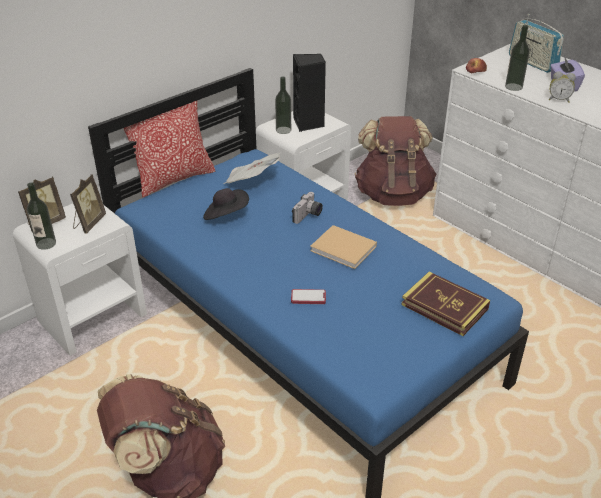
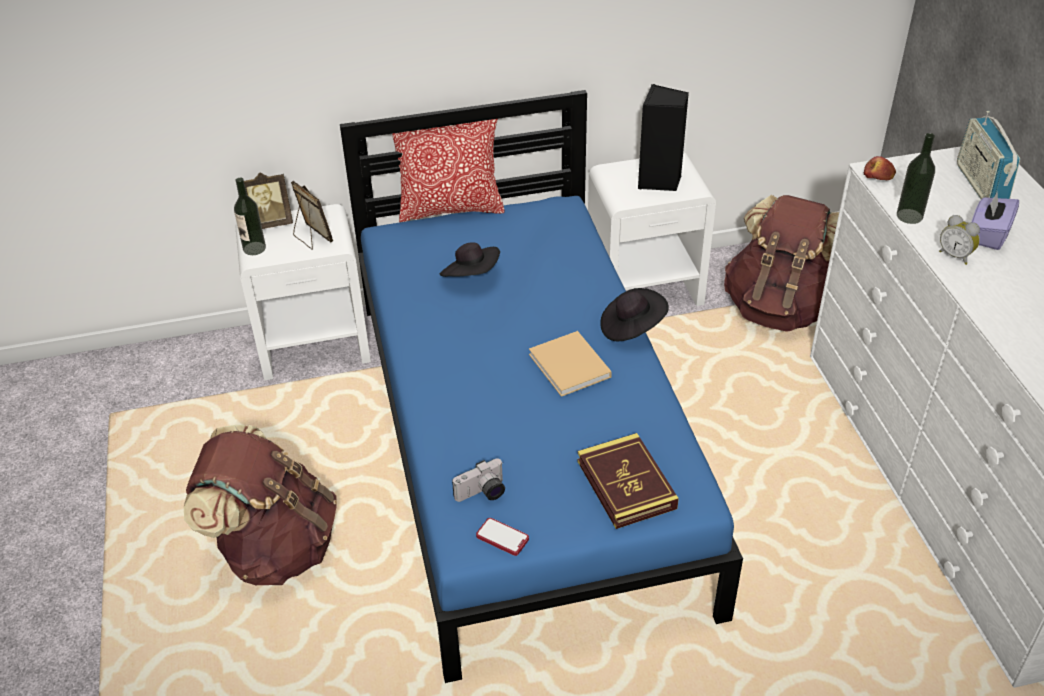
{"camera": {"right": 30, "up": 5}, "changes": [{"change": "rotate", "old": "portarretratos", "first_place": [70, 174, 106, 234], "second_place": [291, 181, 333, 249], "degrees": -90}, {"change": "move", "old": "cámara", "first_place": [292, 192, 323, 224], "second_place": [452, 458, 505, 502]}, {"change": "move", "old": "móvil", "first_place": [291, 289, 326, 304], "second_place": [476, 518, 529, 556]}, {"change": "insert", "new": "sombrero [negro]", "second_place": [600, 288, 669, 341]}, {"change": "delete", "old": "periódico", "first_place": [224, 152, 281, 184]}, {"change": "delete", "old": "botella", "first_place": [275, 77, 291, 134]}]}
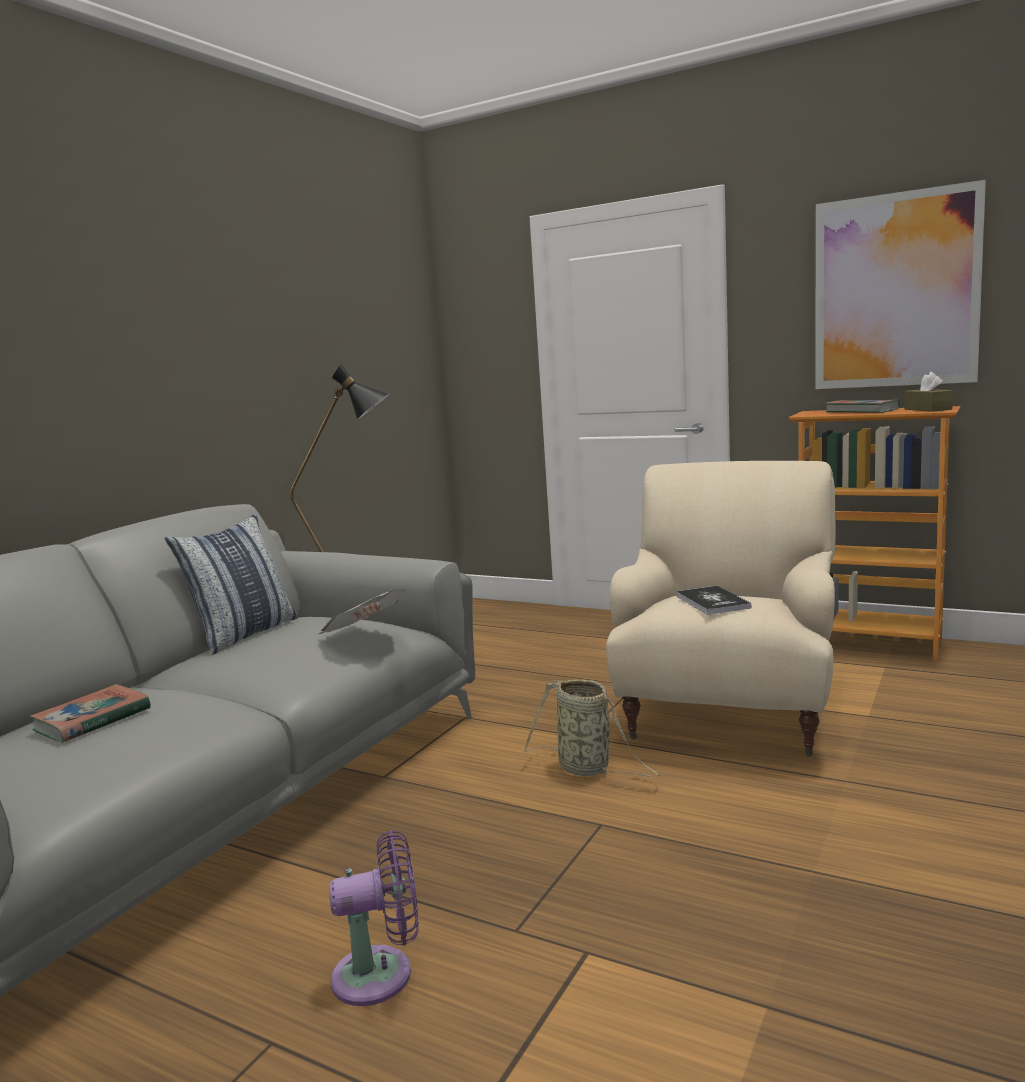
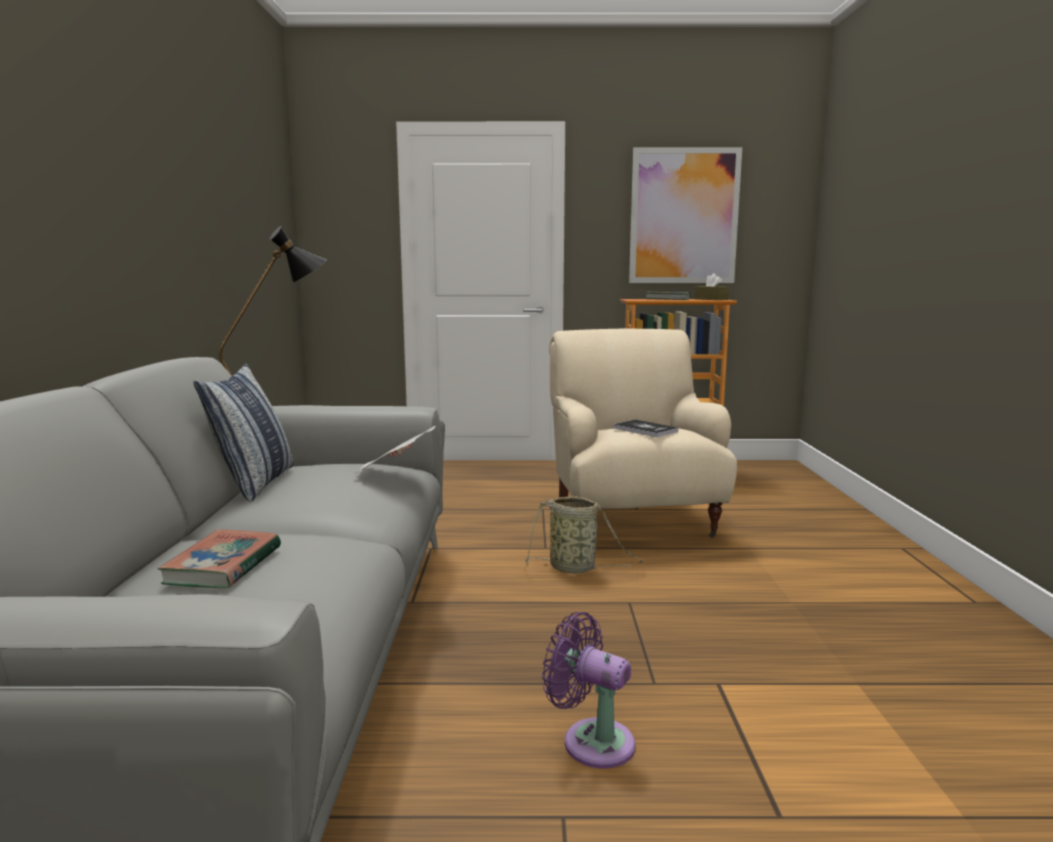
{"camera": {"right": -30, "up": 0}, "changes": [{"change": "rotate", "old": "ventilador [morado]", "first_place": [329, 830, 419, 1006], "second_place": [542, 612, 635, 768], "degrees": -105}]}
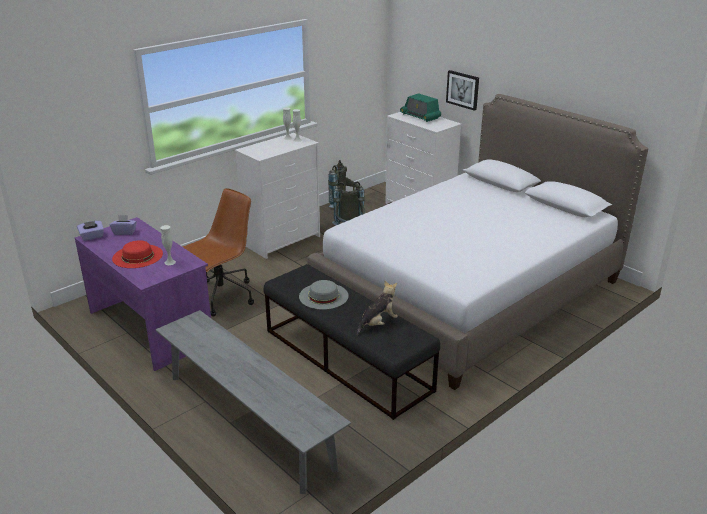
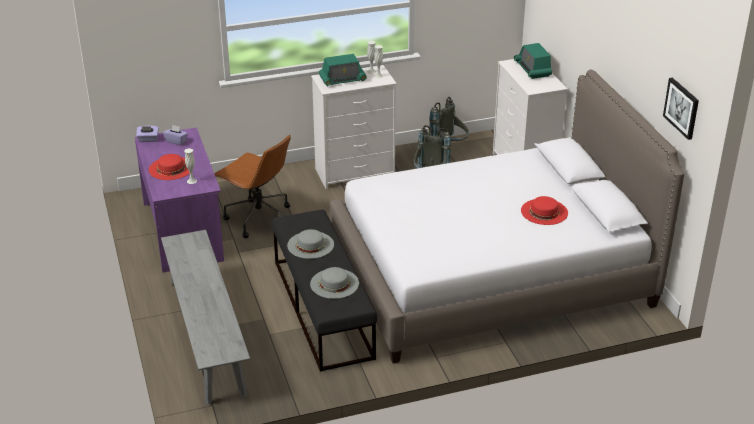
{"camera": {"right": 25, "up": 5}, "changes": [{"change": "rotate", "old": "silla de oficina [marrón]", "first_place": [183, 188, 254, 317], "second_place": [214, 135, 291, 238], "degrees": 60}, {"change": "replace", "old": "peluche", "new": "sombrero [gris]", "first_place": [357, 281, 398, 335], "second_place": [310, 267, 359, 299]}, {"change": "insert", "new": "radio", "second_place": [319, 54, 367, 86]}, {"change": "insert", "new": "sombrero [rojo]", "second_place": [521, 196, 568, 225]}, {"change": "move", "old": "cuadro", "first_place": [446, 70, 479, 111], "second_place": [663, 78, 699, 140]}]}
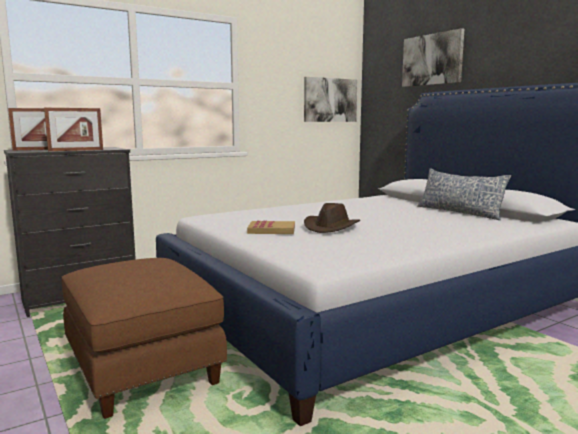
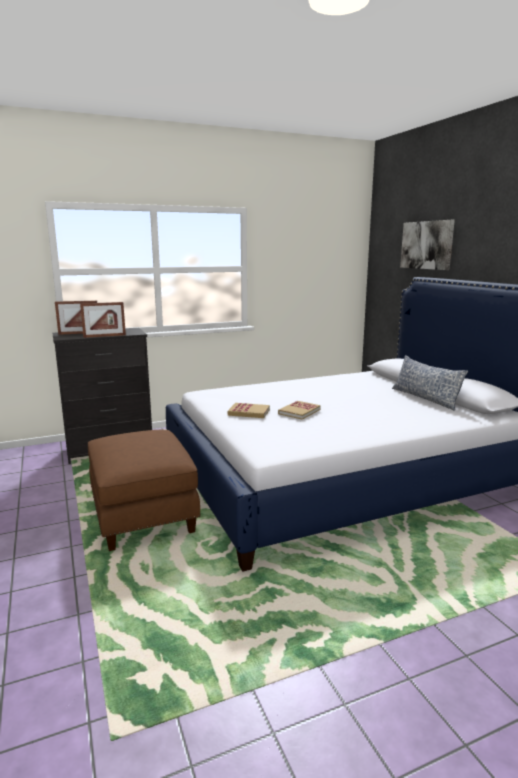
{"camera": {"right": 10, "up": 5}, "changes": [{"change": "replace", "old": "sombrero [marrón]", "new": "libro", "first_place": [304, 203, 360, 233], "second_place": [278, 401, 321, 420]}, {"change": "delete", "old": "cuadro", "first_place": [304, 77, 357, 122]}]}
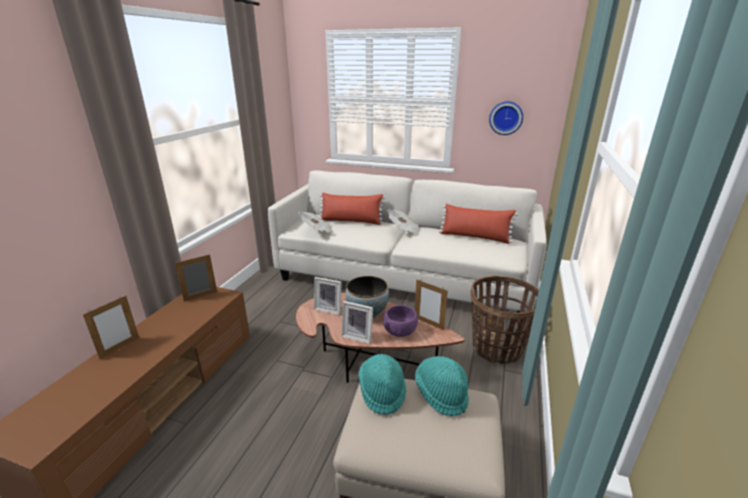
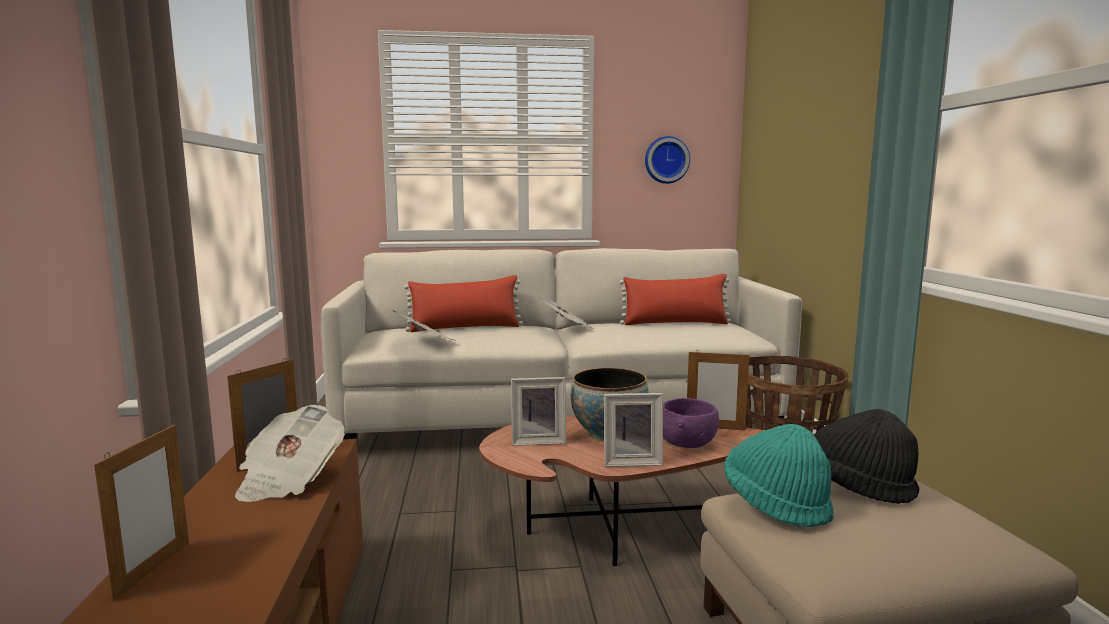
{"camera": {"right": -25, "up": -15}, "changes": [{"change": "insert", "new": "periódico", "second_place": [235, 405, 345, 502]}, {"change": "recolor", "old": "sombrero [turquesa]", "new": "sombrero [negro]", "first_place": [415, 356, 469, 416], "second_place": [814, 409, 919, 504]}]}
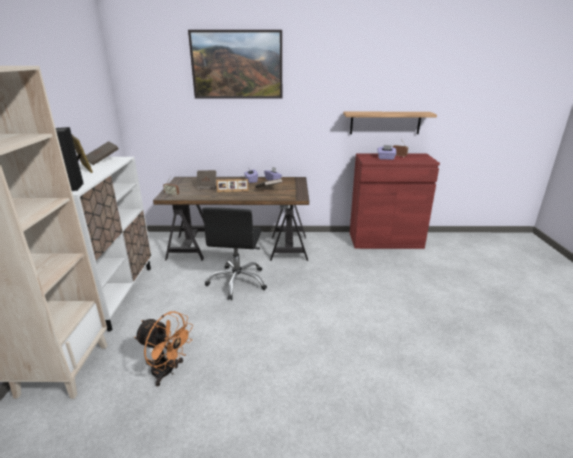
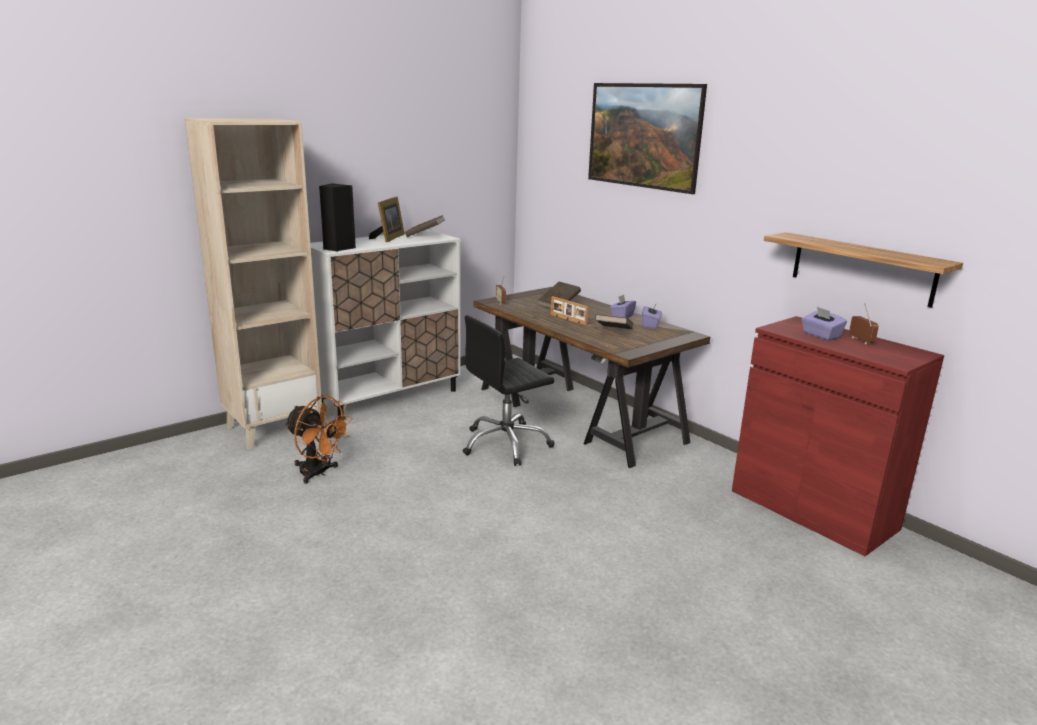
{"camera": {"right": 50, "up": -5}, "changes": [{"change": "rotate", "old": "ventilador [naranja]", "first_place": [134, 311, 193, 386], "second_place": [285, 396, 353, 484], "degrees": -45}]}
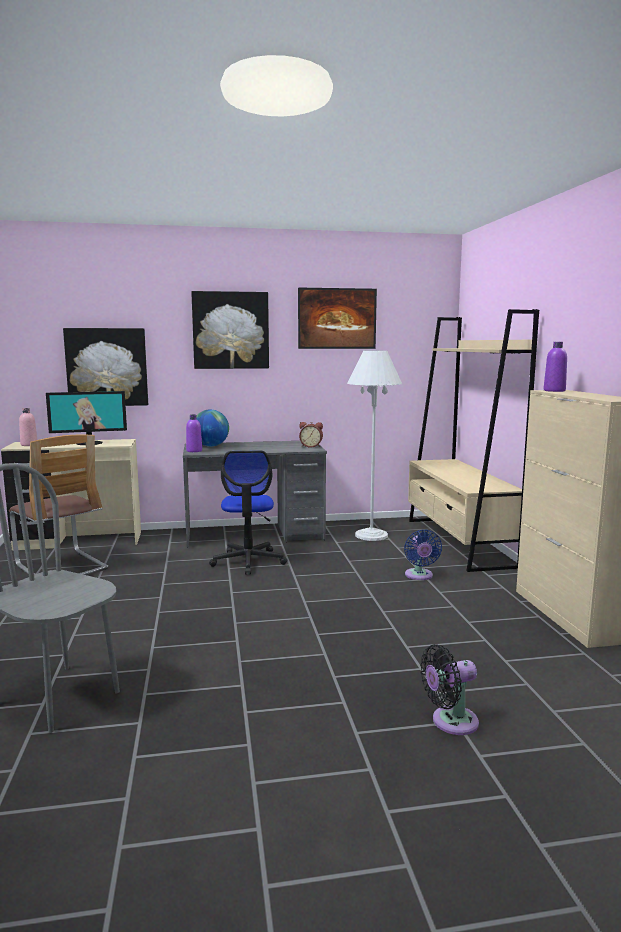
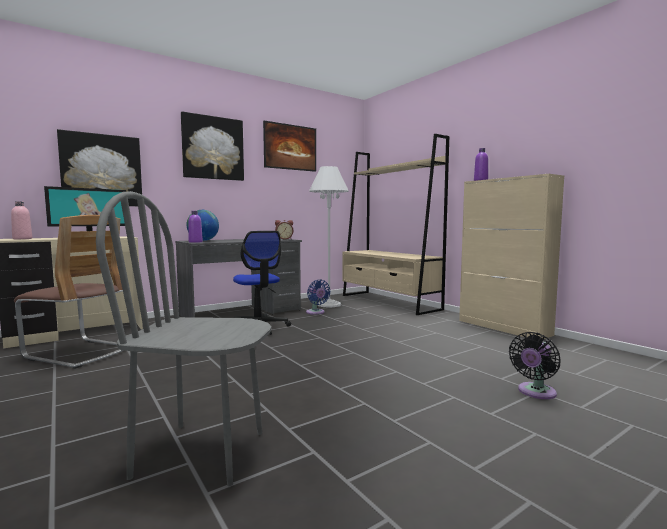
{"camera": {"right": -25, "up": -5}, "changes": [{"change": "move", "old": "ventilador [azul]", "first_place": [404, 529, 442, 580], "second_place": [306, 279, 331, 315]}]}
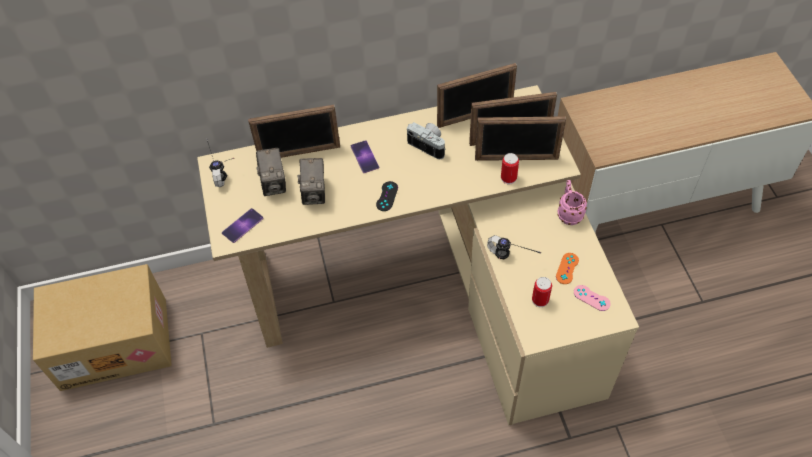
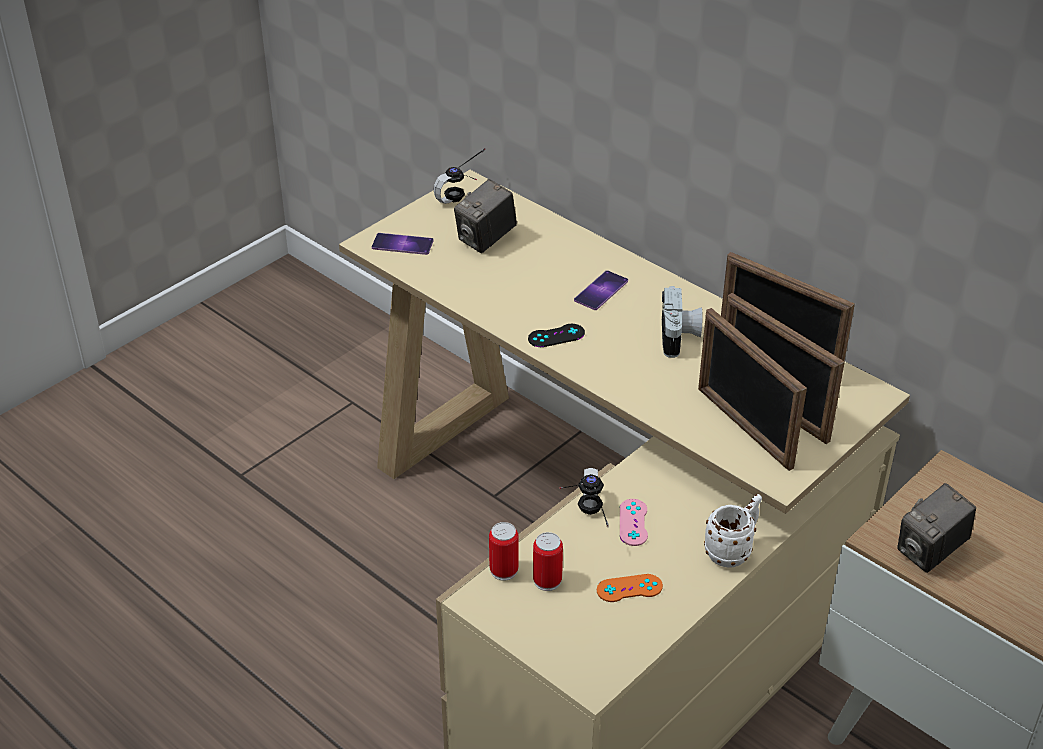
{"camera": {"right": 55, "up": -15}, "changes": [{"change": "move", "old": "lata", "first_place": [501, 153, 519, 184], "second_place": [489, 522, 519, 581]}, {"change": "move", "old": "mando de consola [rosa]", "first_place": [574, 285, 611, 311], "second_place": [620, 499, 648, 546]}, {"change": "recolor", "old": "taza grande [rosa]", "new": "taza grande [blanco]", "first_place": [557, 180, 587, 225], "second_place": [704, 494, 762, 567]}, {"change": "move", "old": "cámara", "first_place": [298, 158, 325, 205], "second_place": [897, 483, 976, 573]}, {"change": "delete", "old": "caja de cartón", "first_place": [33, 264, 172, 391]}, {"change": "delete", "old": "portarretratos", "first_place": [248, 105, 340, 158]}]}
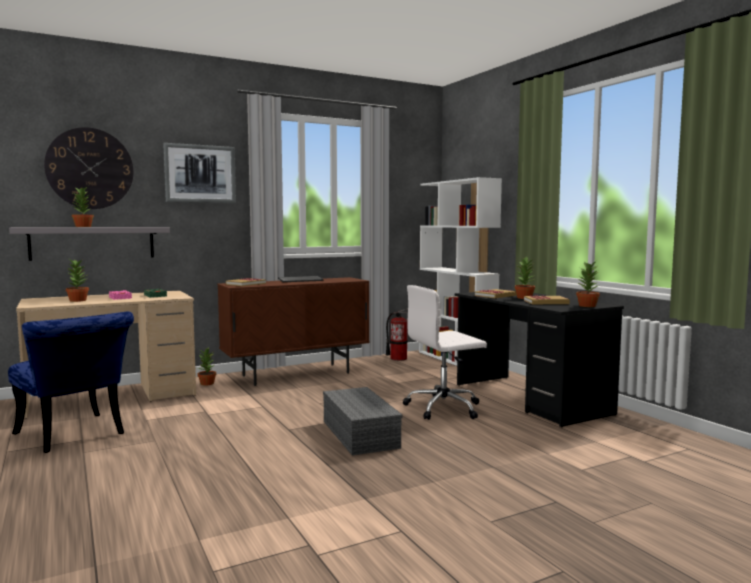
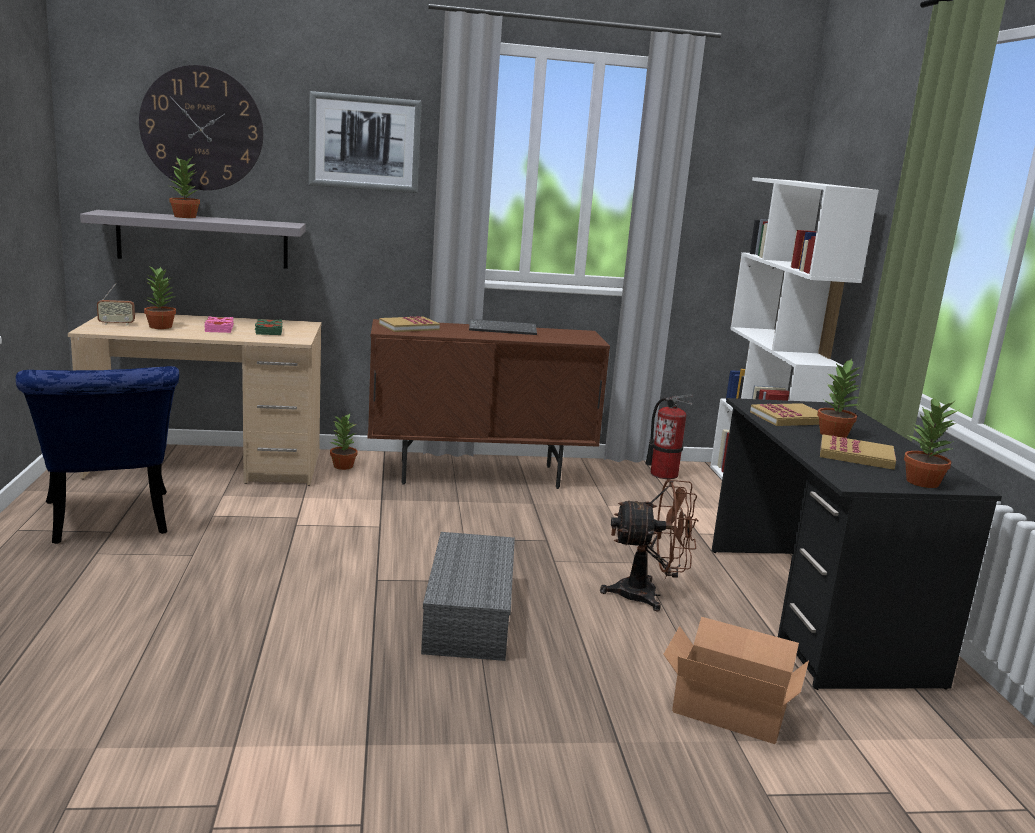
{"camera": {"right": 20, "up": 10}, "changes": [{"change": "insert", "new": "radio", "second_place": [97, 283, 135, 325]}, {"change": "replace", "old": "silla de oficina [blanco]", "new": "ventilador [marrón]", "first_place": [403, 285, 487, 420], "second_place": [600, 479, 699, 611]}, {"change": "insert", "new": "caja de cartón", "second_place": [663, 617, 809, 744]}]}
